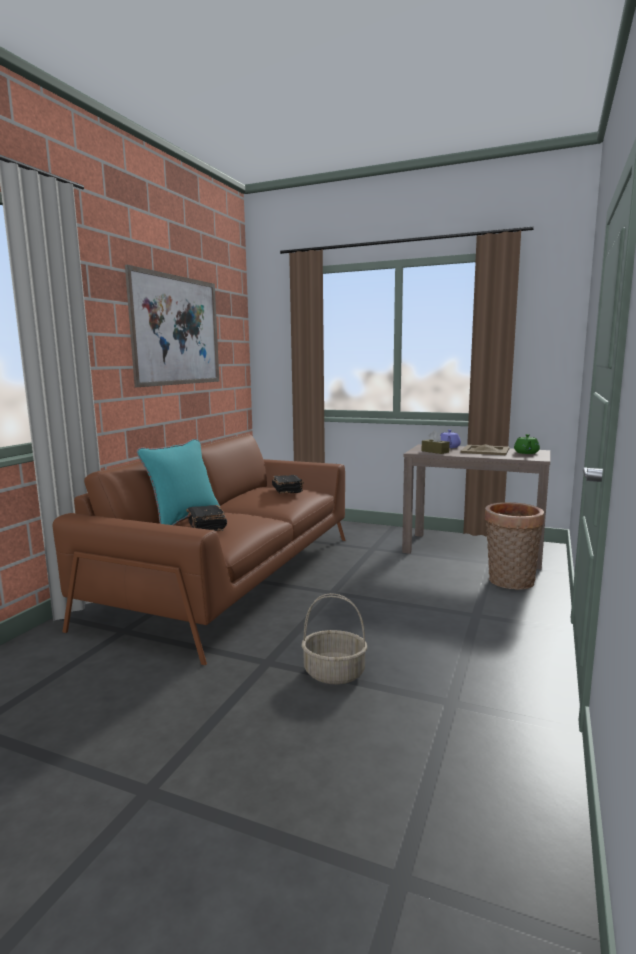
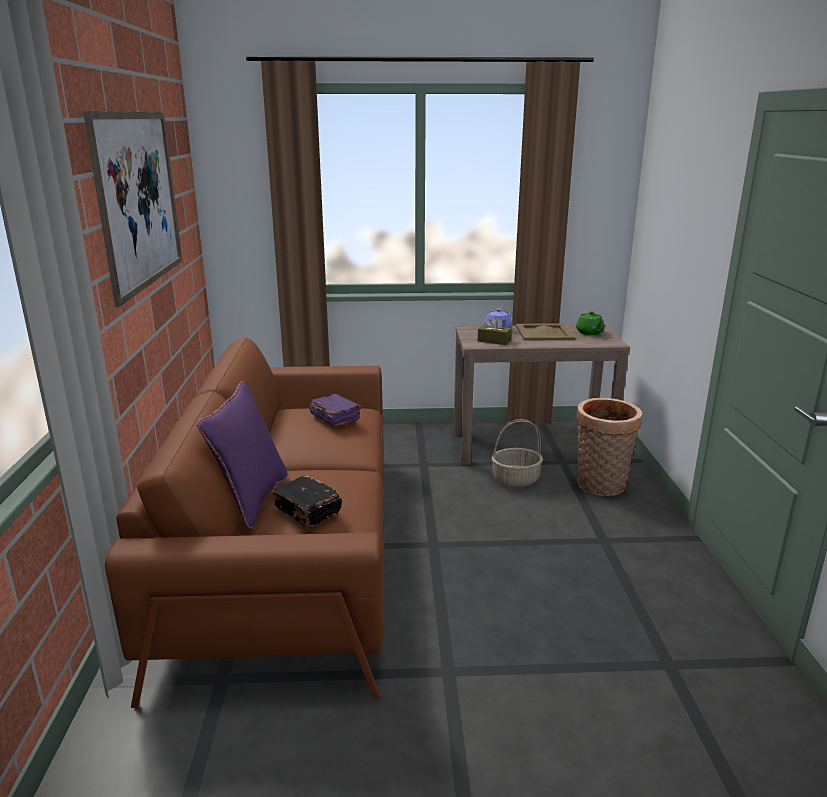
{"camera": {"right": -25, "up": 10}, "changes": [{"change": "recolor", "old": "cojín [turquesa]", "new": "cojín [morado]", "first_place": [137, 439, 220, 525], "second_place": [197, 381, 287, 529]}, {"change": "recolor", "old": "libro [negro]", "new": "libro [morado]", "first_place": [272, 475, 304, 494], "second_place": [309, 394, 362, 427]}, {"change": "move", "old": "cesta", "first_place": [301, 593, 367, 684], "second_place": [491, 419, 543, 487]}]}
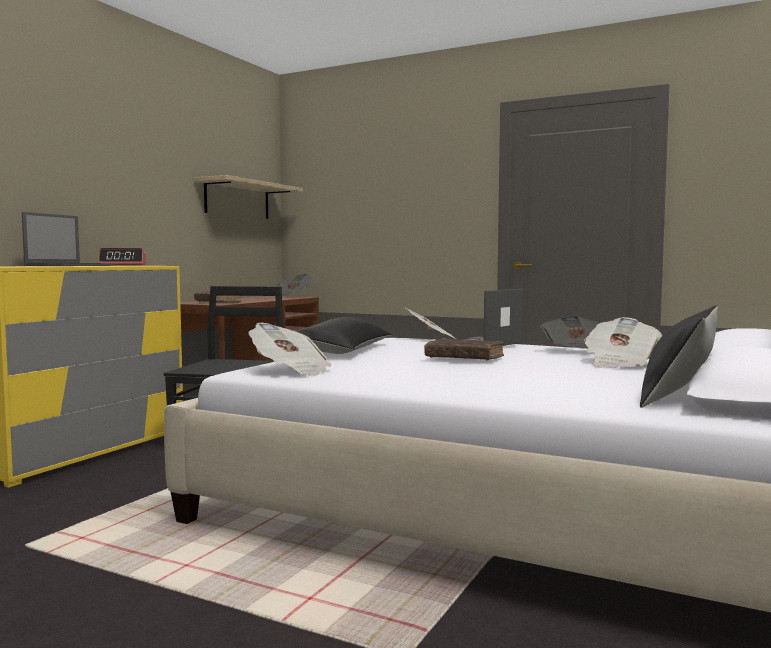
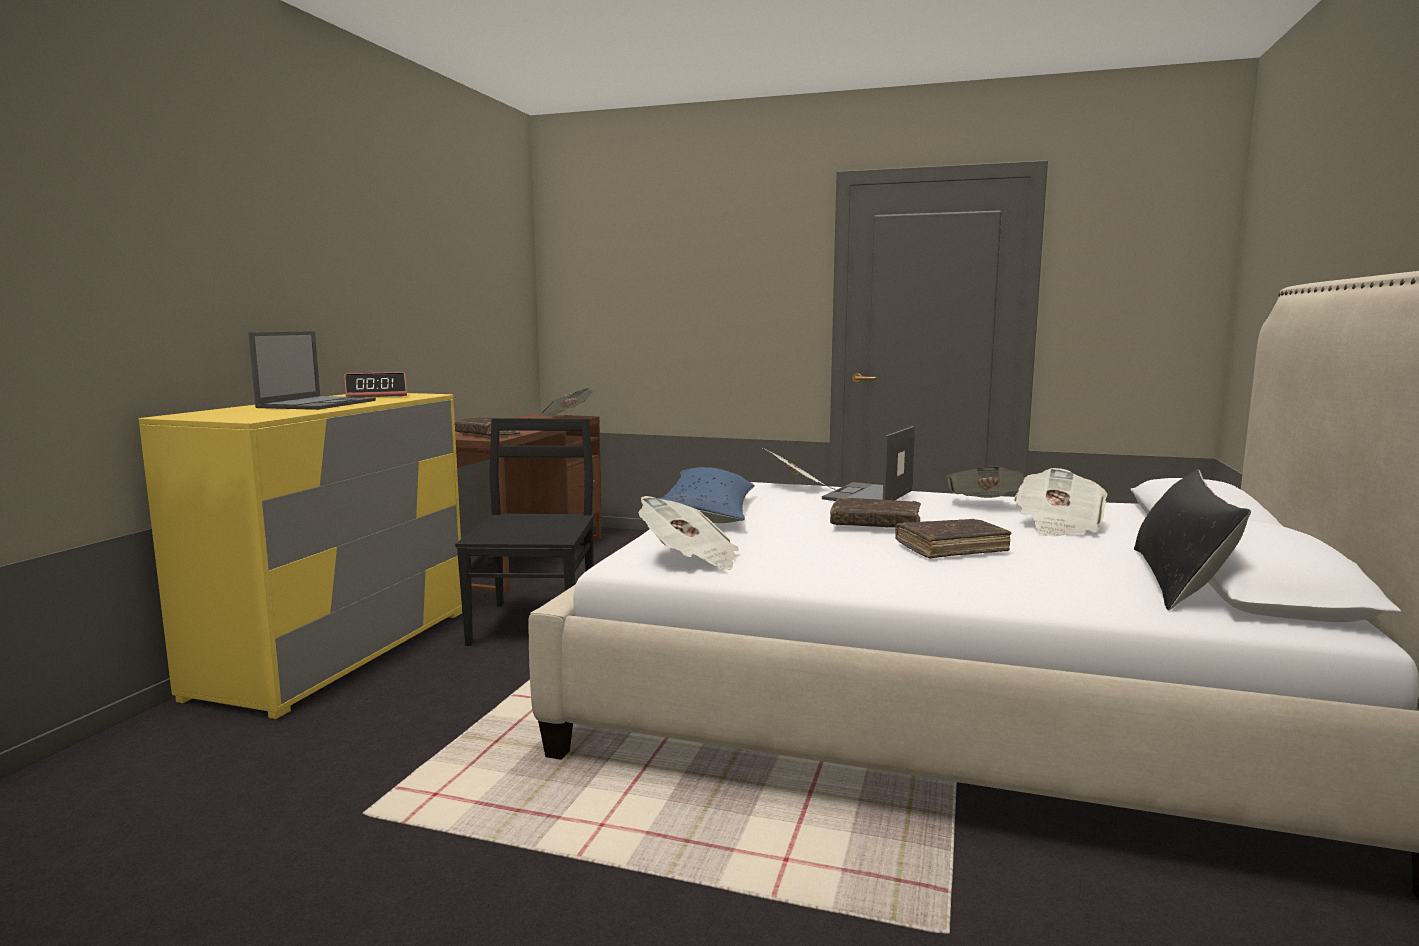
{"camera": {"right": -10, "up": 5}, "changes": [{"change": "recolor", "old": "cojín [negro]", "new": "cojín [azul]", "first_place": [296, 317, 391, 354], "second_place": [660, 467, 755, 523]}, {"change": "insert", "new": "libro [marrón]", "second_place": [895, 519, 1012, 559]}, {"change": "delete", "old": "estante", "first_place": [195, 175, 303, 219]}]}
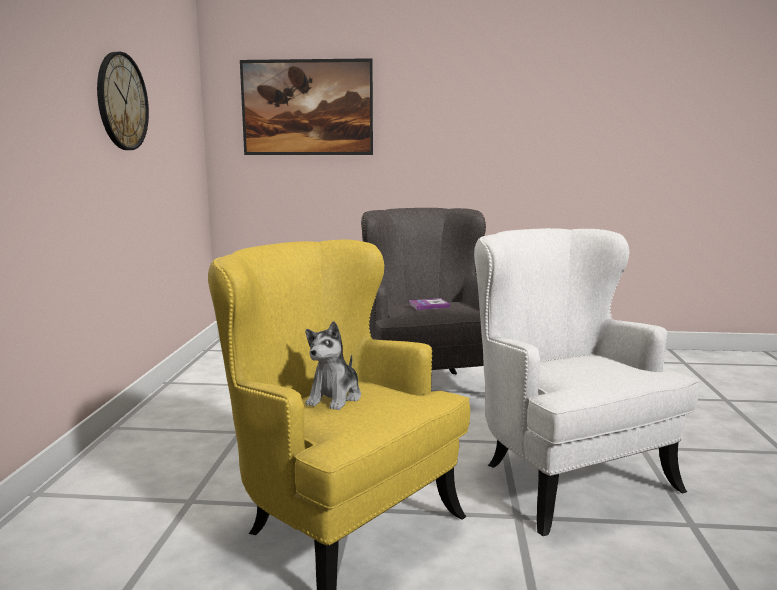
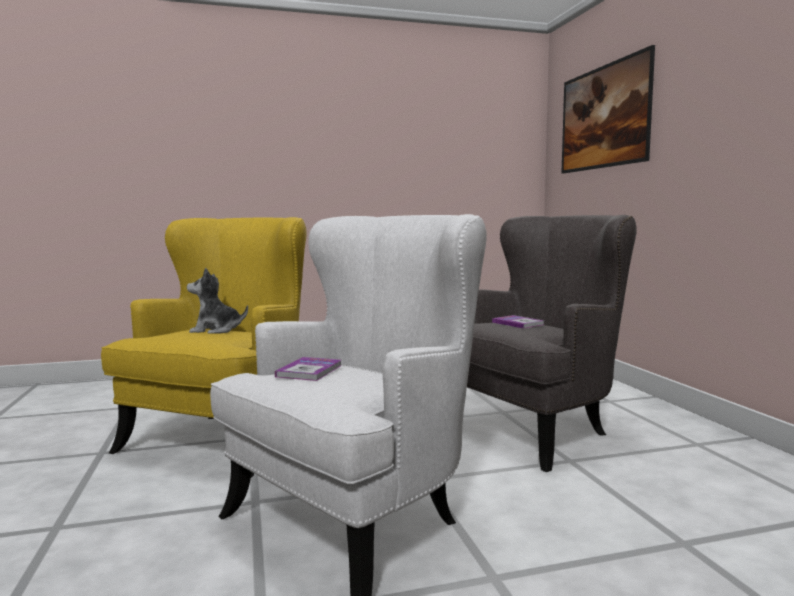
{"camera": {"right": 70, "up": -5}, "changes": [{"change": "insert", "new": "libro", "second_place": [275, 357, 342, 381]}, {"change": "delete", "old": "reloj de pared", "first_place": [97, 52, 149, 150]}]}
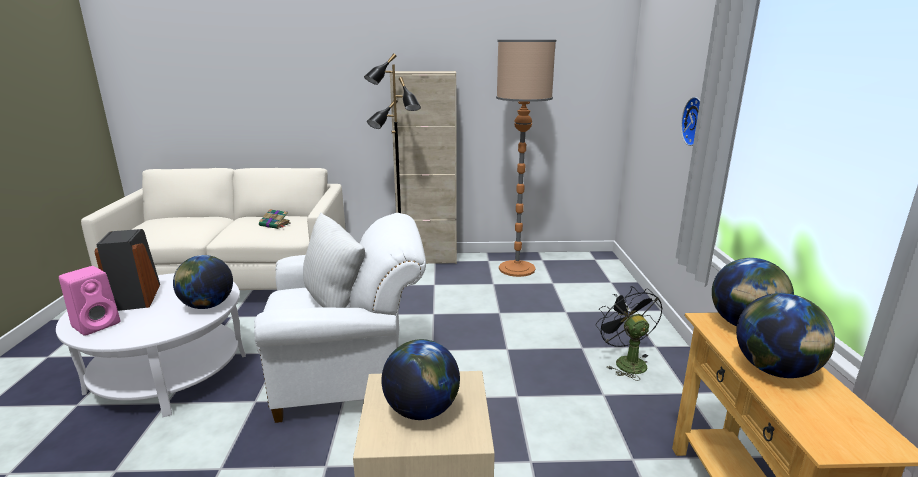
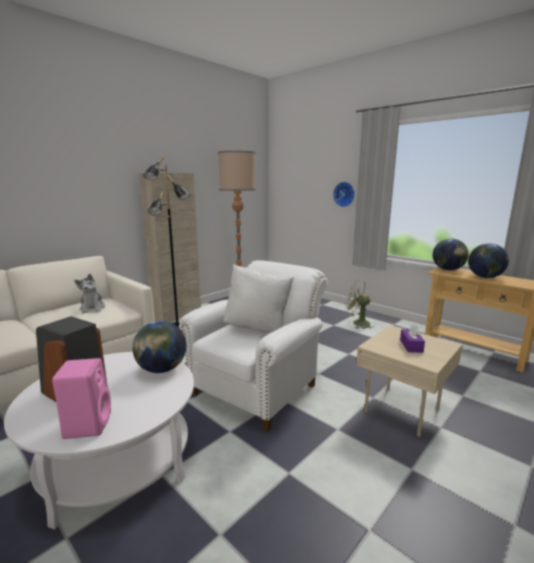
{"camera": {"right": -45, "up": -5}, "changes": [{"change": "replace", "old": "libro", "new": "peluche", "first_place": [259, 209, 291, 229], "second_place": [74, 274, 105, 313]}, {"change": "recolor", "old": "ventilador [negro]", "new": "ventilador [verde]", "first_place": [596, 286, 663, 381], "second_place": [345, 280, 374, 329]}, {"change": "replace", "old": "globo terráqueo", "new": "caja de pañuelos [morado]", "first_place": [381, 339, 460, 420], "second_place": [400, 324, 425, 353]}]}
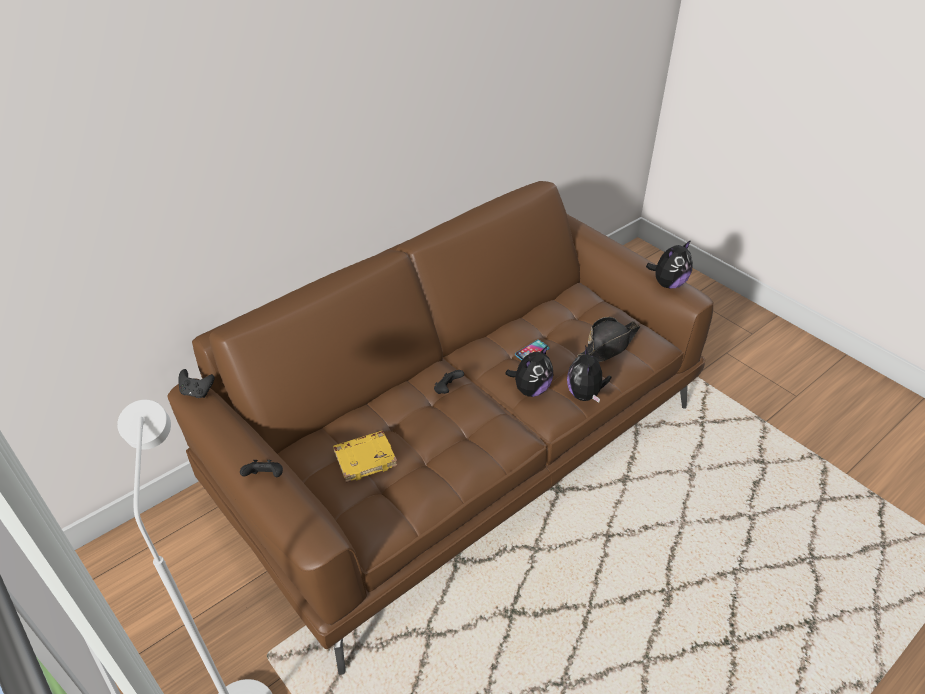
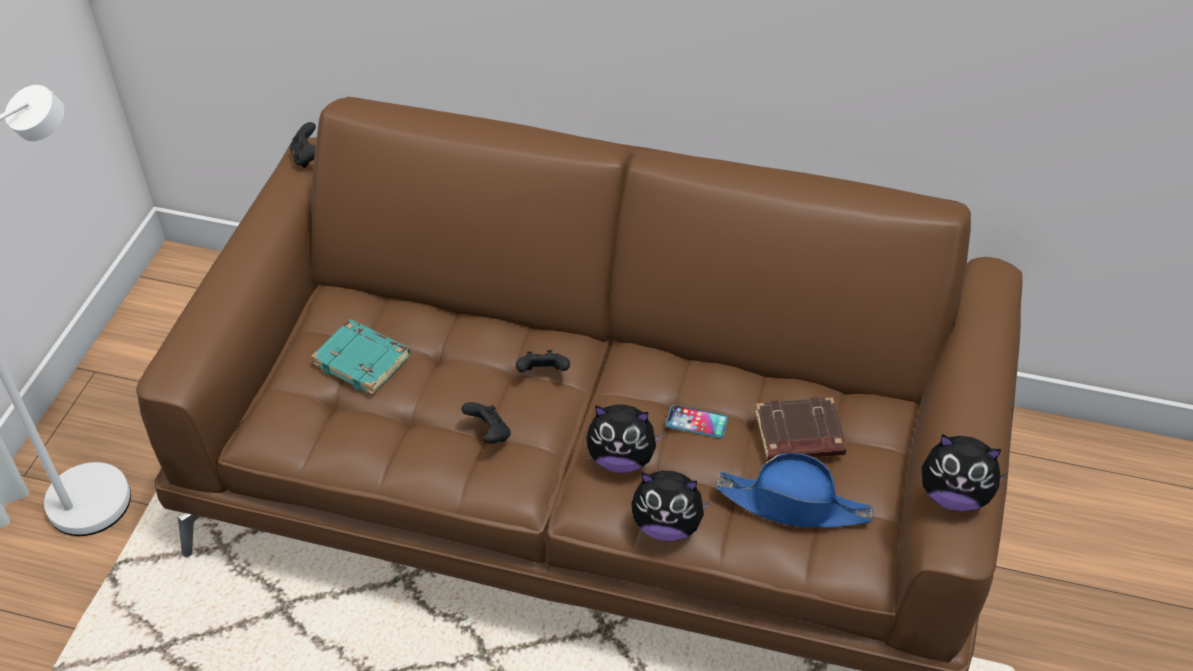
{"camera": {"right": 55, "up": 5}, "changes": [{"change": "recolor", "old": "libro [amarillo]", "new": "libro [turquesa]", "first_place": [333, 431, 398, 483], "second_place": [311, 319, 410, 395]}, {"change": "move", "old": "mando de consola [negro]", "first_place": [240, 460, 283, 477], "second_place": [461, 402, 511, 444]}, {"change": "rotate", "old": "peluche", "first_place": [567, 345, 612, 402], "second_place": [631, 471, 712, 541], "degrees": -135}, {"change": "recolor", "old": "sombrero [negro]", "new": "sombrero [azul]", "first_place": [577, 317, 640, 362], "second_place": [716, 453, 874, 528]}, {"change": "insert", "new": "libro [marrón]", "second_place": [755, 397, 847, 461]}]}
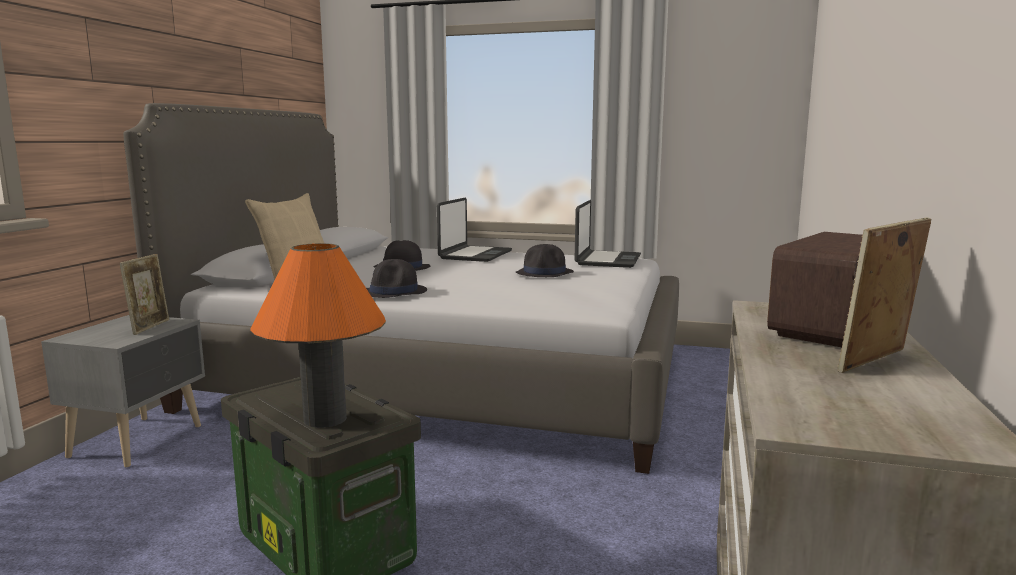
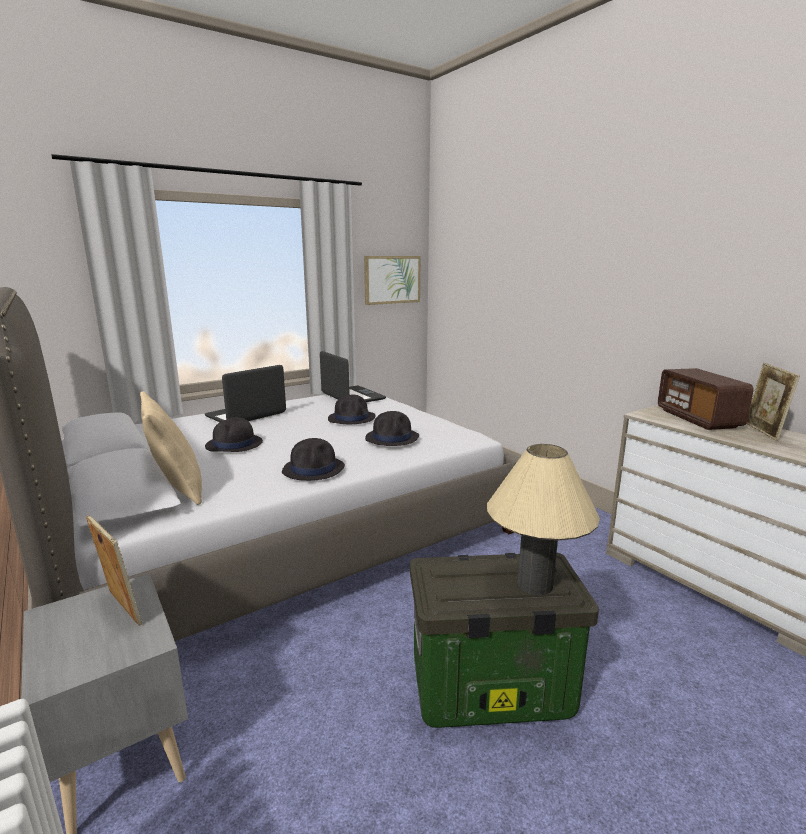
{"camera": {"right": -50, "up": 5}, "changes": [{"change": "rotate", "old": "portátil", "first_place": [437, 197, 512, 262], "second_place": [205, 365, 286, 422], "degrees": -105}, {"change": "insert", "new": "cuadro", "second_place": [364, 256, 421, 305]}, {"change": "insert", "new": "sombrero [negro]", "second_place": [365, 411, 419, 446]}, {"change": "recolor", "old": "lámpara de mesa [naranja]", "new": "lámpara de mesa [beis]", "first_place": [250, 243, 386, 428], "second_place": [487, 444, 600, 595]}]}
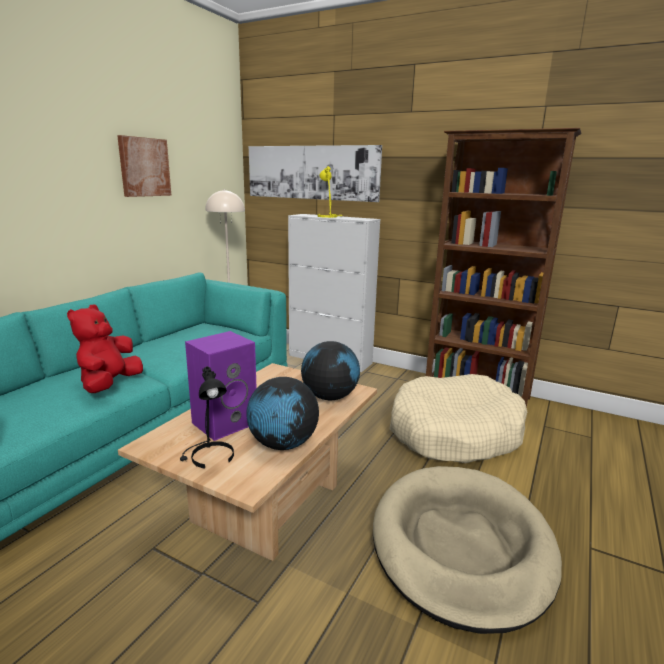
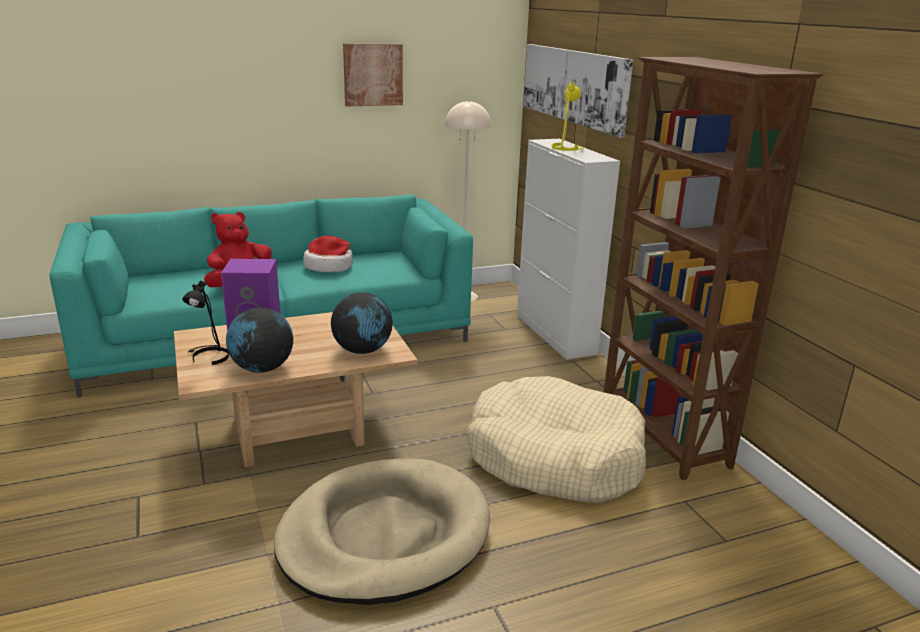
{"camera": {"right": 40, "up": 5}, "changes": [{"change": "insert", "new": "sombrero", "second_place": [303, 236, 353, 272]}]}
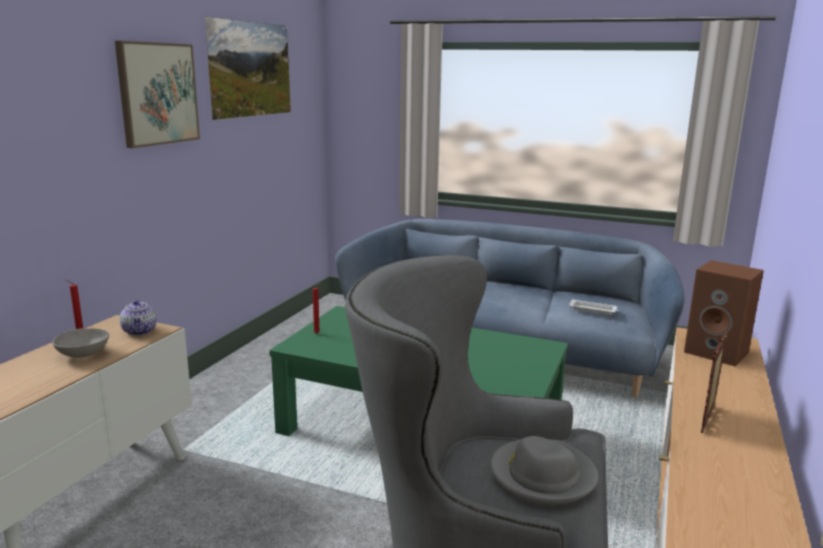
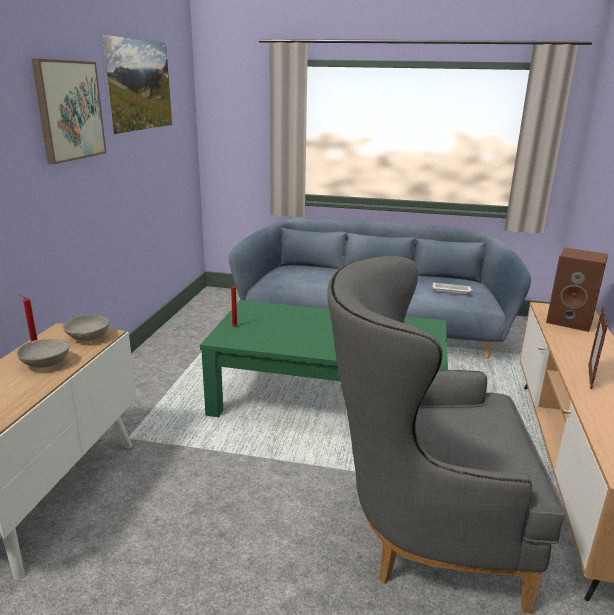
{"camera": {"right": -10, "up": 5}, "changes": [{"change": "replace", "old": "tetera", "new": "cuenco [gris]", "first_place": [120, 299, 157, 336], "second_place": [63, 315, 109, 341]}, {"change": "delete", "old": "sombrero [gris]", "first_place": [490, 436, 598, 505]}]}
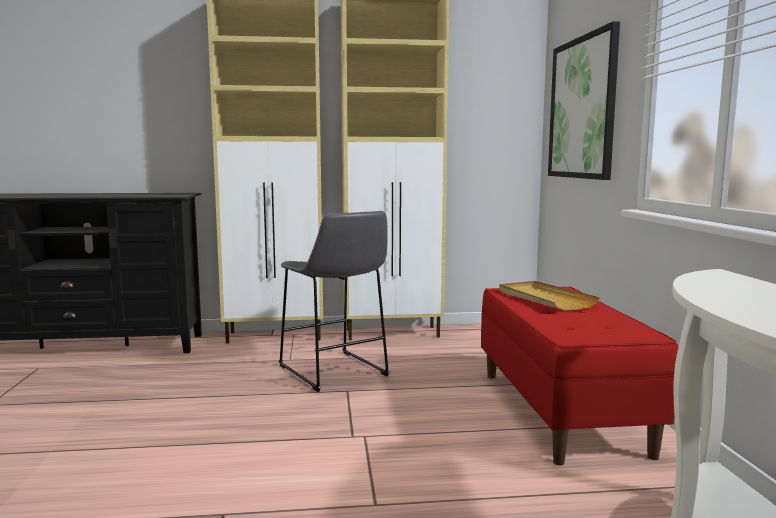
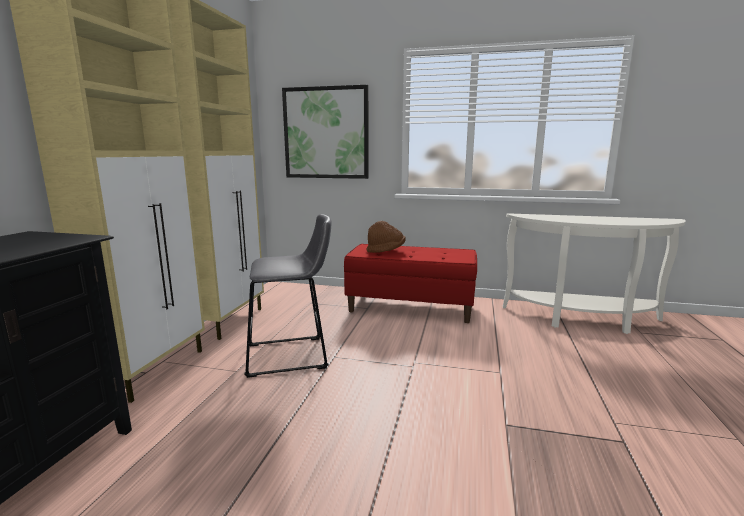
{"camera": {"right": -70, "up": 5}, "changes": [{"change": "replace", "old": "bandeja [beis]", "new": "sombrero [marrón]", "first_place": [499, 281, 600, 310], "second_place": [366, 221, 406, 253]}]}
